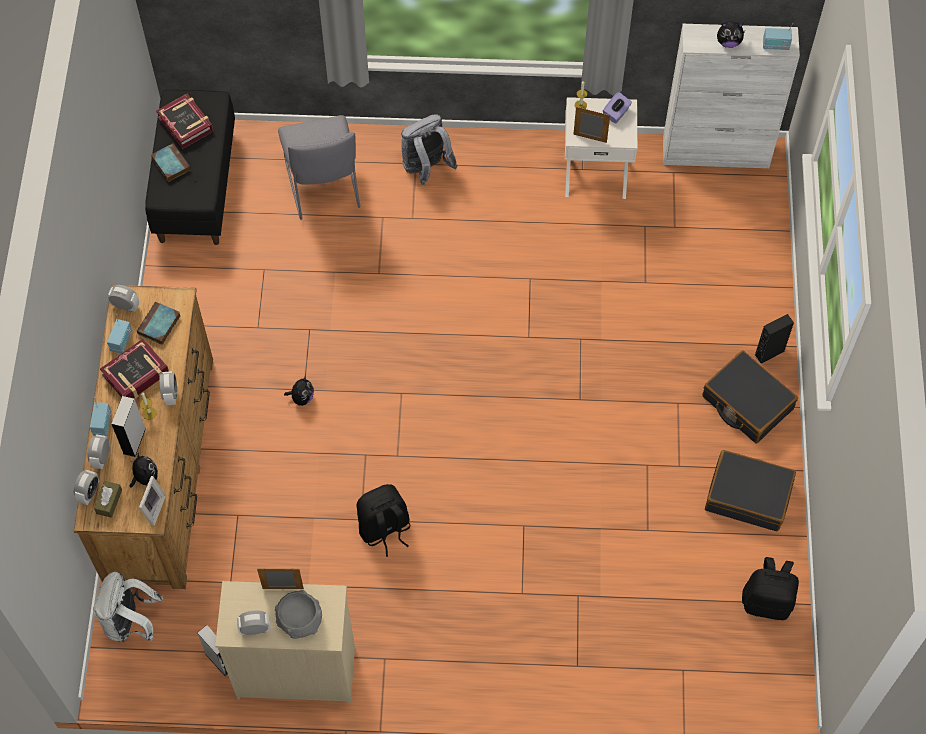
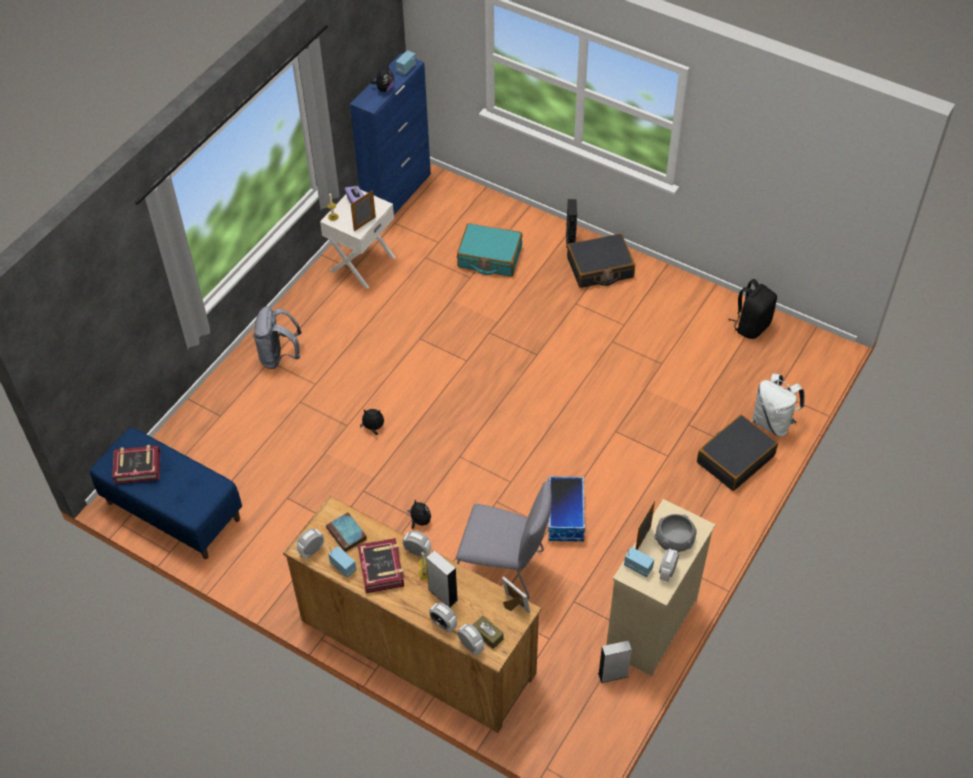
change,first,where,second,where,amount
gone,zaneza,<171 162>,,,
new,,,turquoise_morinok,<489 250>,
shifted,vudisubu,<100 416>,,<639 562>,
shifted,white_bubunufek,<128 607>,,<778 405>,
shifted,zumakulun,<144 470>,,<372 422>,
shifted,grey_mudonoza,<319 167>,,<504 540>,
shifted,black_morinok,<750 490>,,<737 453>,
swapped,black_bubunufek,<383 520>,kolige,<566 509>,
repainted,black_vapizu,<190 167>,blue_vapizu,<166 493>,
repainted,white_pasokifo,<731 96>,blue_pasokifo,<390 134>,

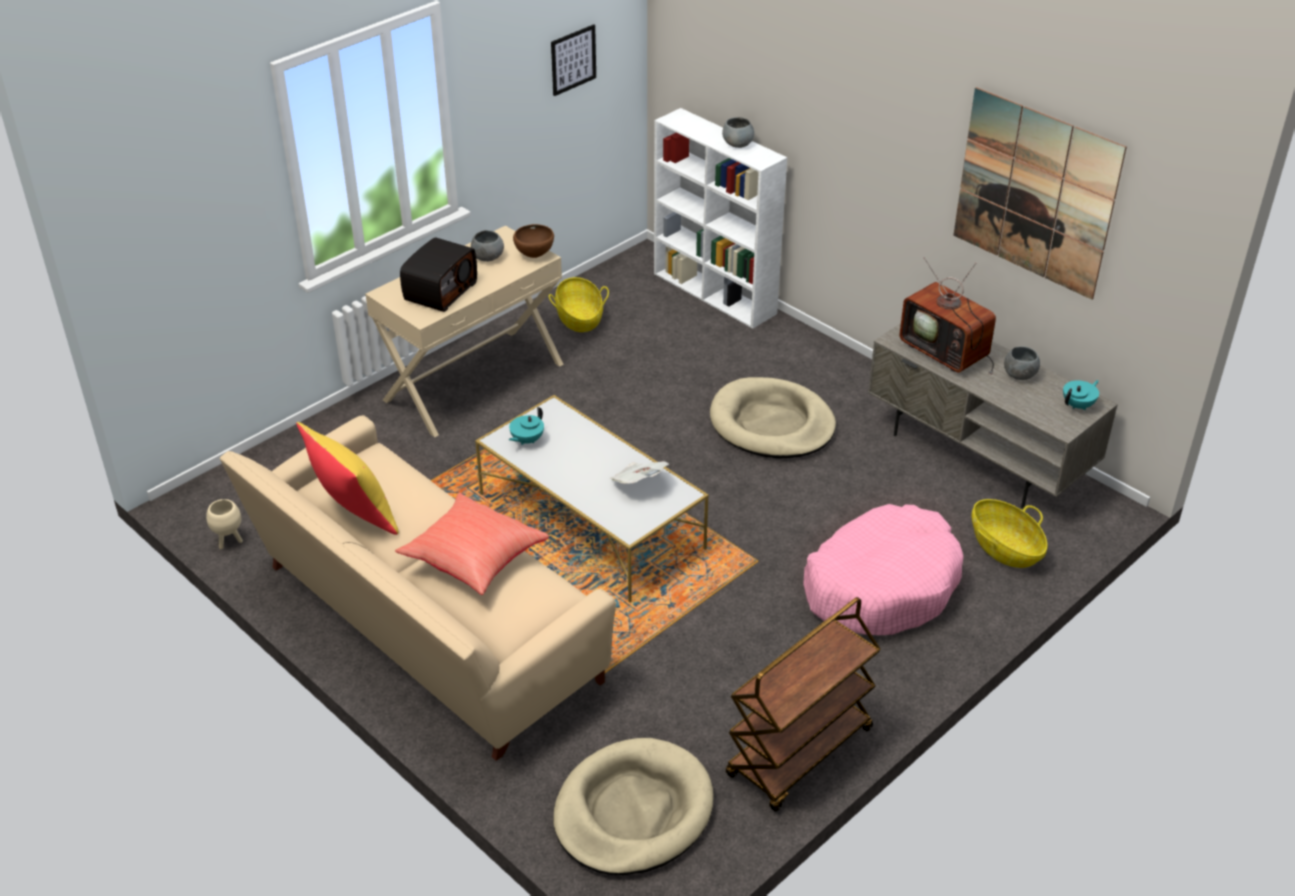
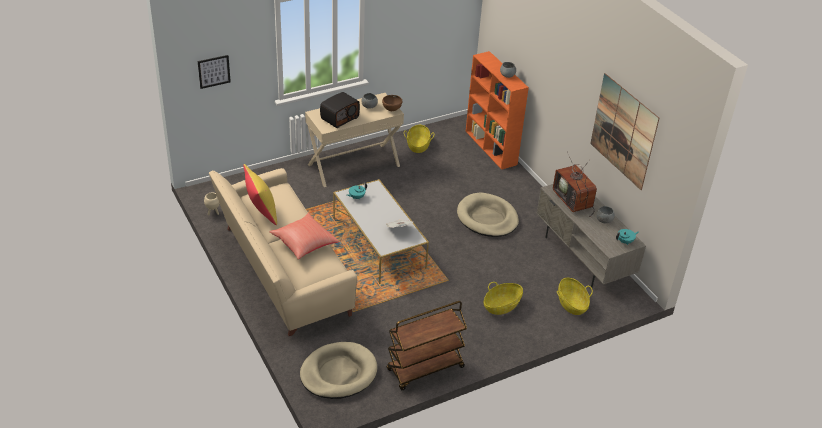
change,first,where,second,where,amount
shifted,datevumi,<573 60>,,<214 72>,
swapped,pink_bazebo,<883 569>,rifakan,<503 298>,
repainted,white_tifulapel,<720 218>,orange_tifulapel,<497 110>,

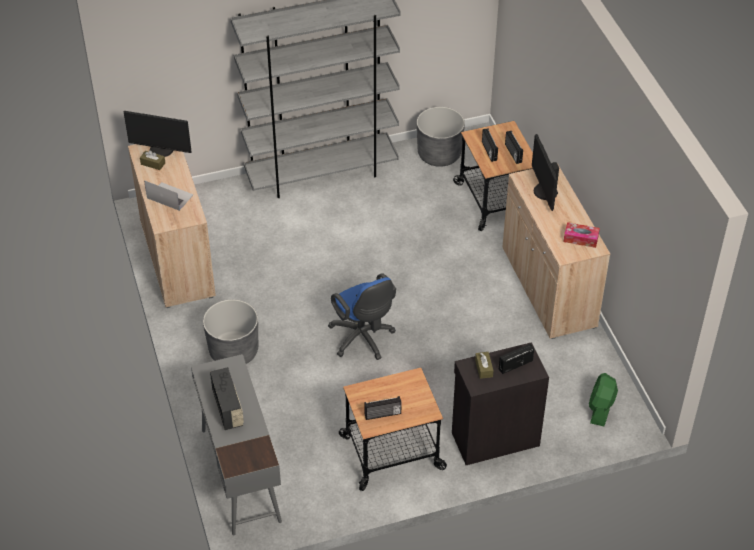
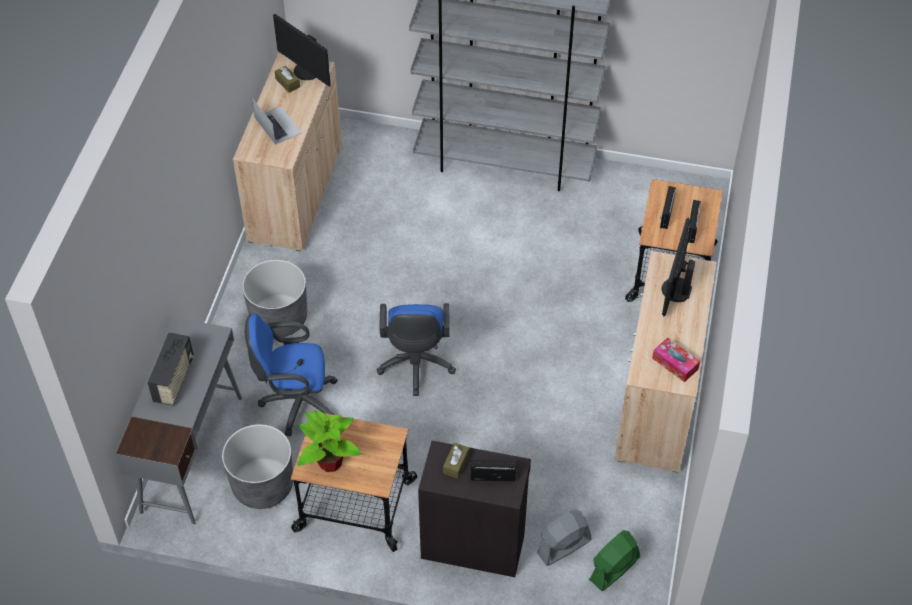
change,first,where,second,where,amount
new,,,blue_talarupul,<290 374>,
new,,,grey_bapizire,<564 537>,
shifted,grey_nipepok,<441 137>,,<257 466>,
swapped,vudisubu,<383 408>,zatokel,<329 441>,

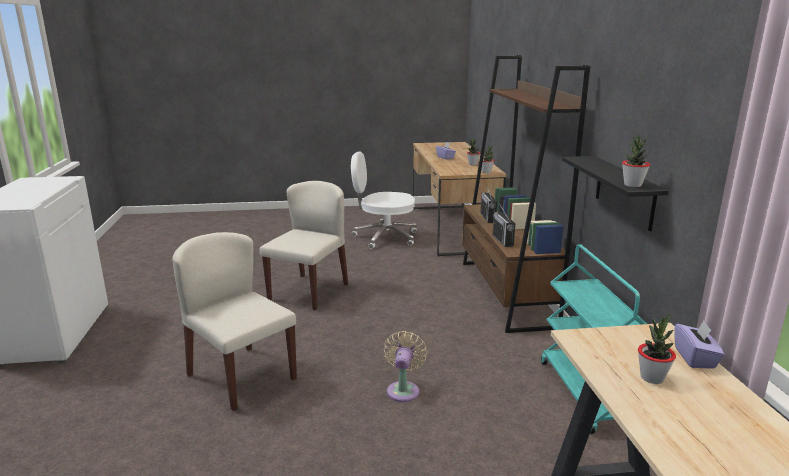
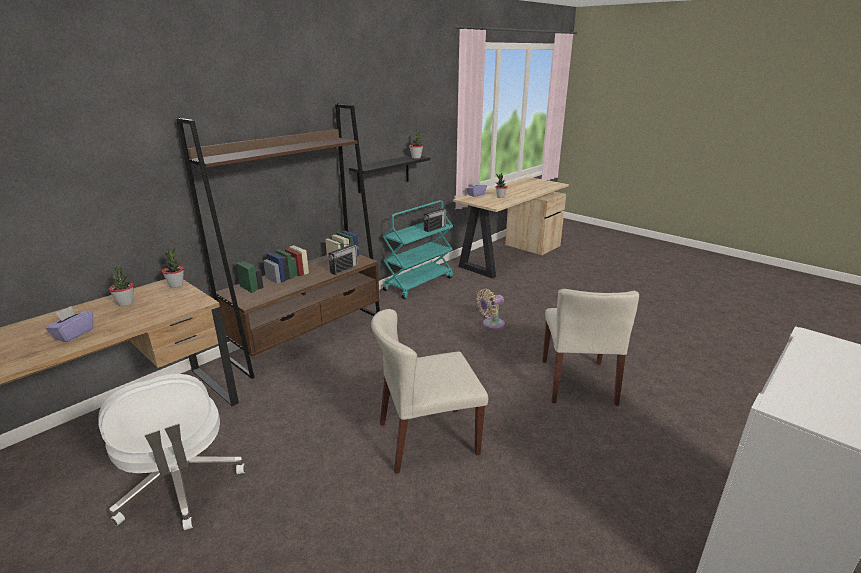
change,first,where,second,where,amount
shifted,vudisubu,<488 204>,,<435 219>,

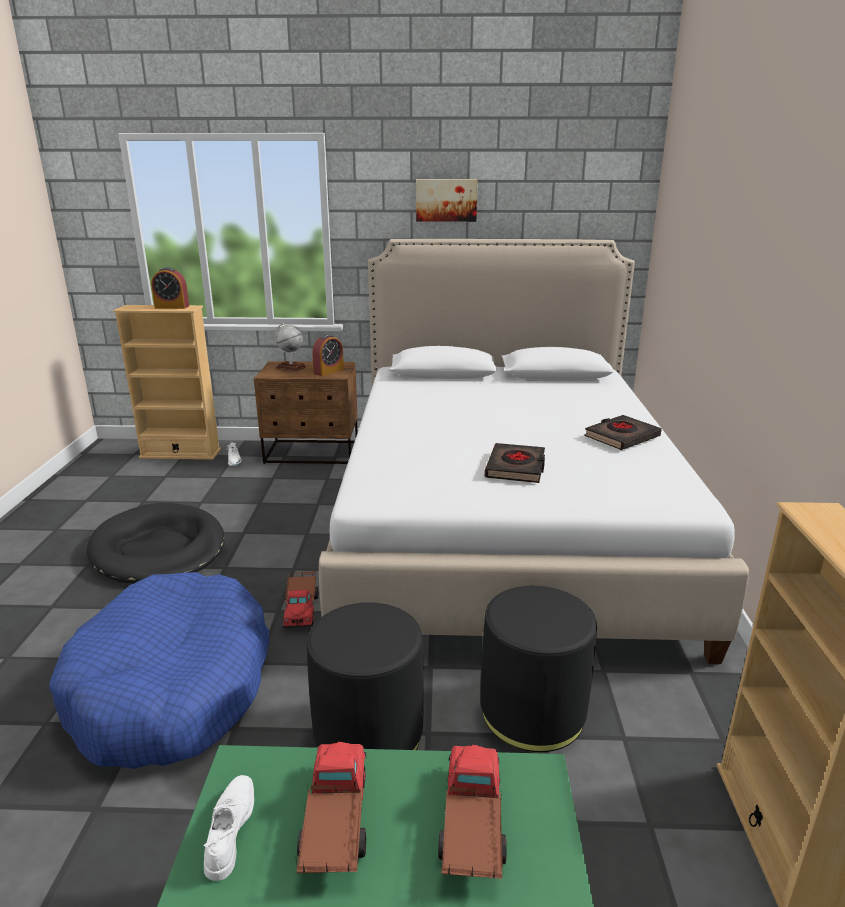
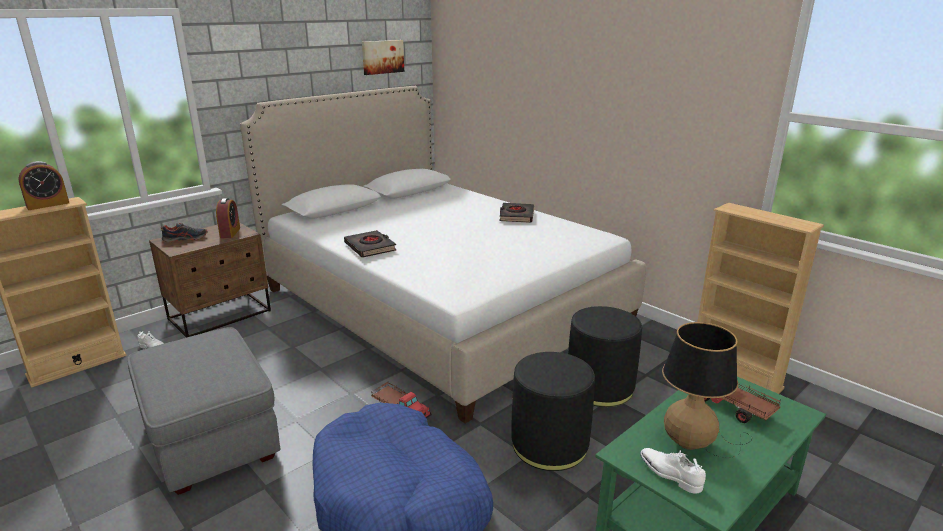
change,first,where,second,where,amount
shifted,datevumi,<447 200>,,<383 57>,
shifted,black_zaneza,<515 463>,,<370 244>,
swapped,black_bazebo,<155 543>,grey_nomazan,<203 411>,
swapped,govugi,<290 347>,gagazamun,<184 232>,
swapped,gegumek,<331 807>,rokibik,<707 390>,

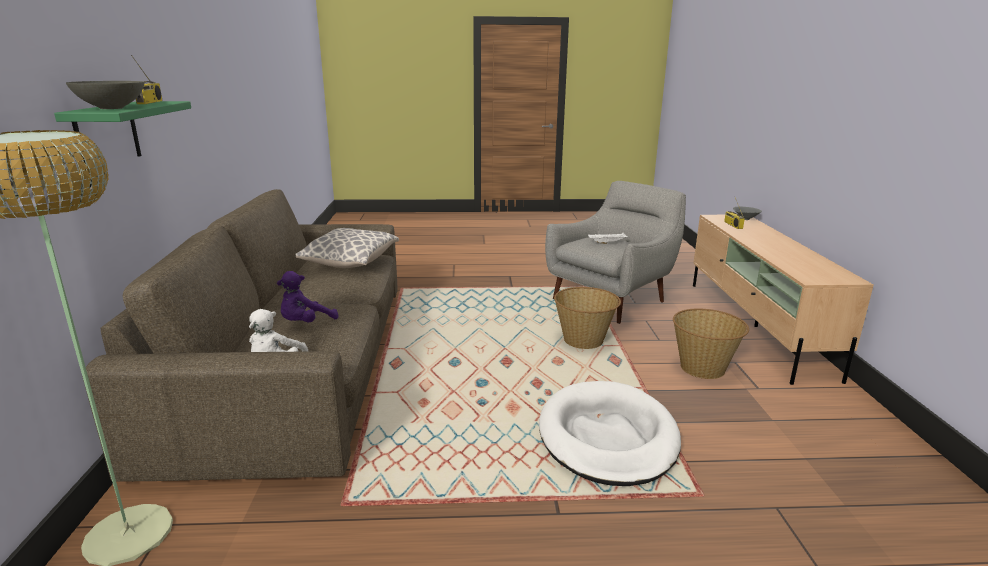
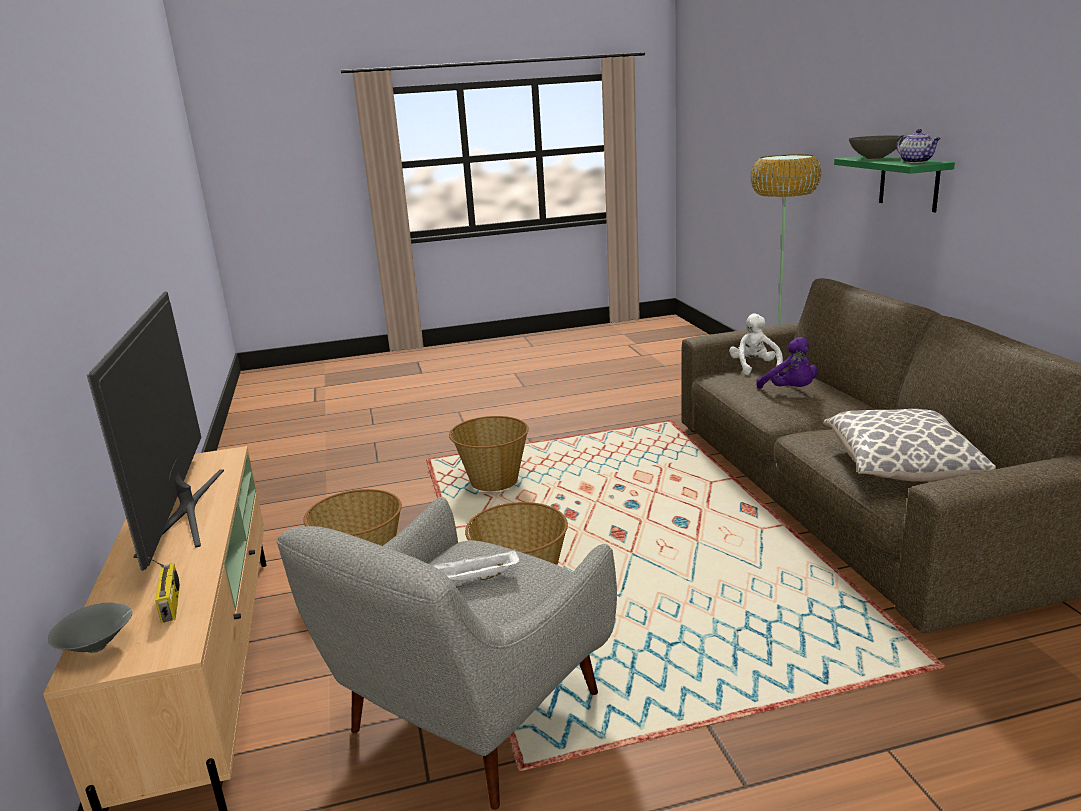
change,first,where,second,where,amount
new,,,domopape,<155 431>,
swapped,vudisubu,<147 79>,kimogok,<918 146>,
swapped,white_bazebo,<610 433>,rifakan,<489 453>,
rotated,purple_zumakulun,<307 297>,,<787 363>,120 degrees clockwise

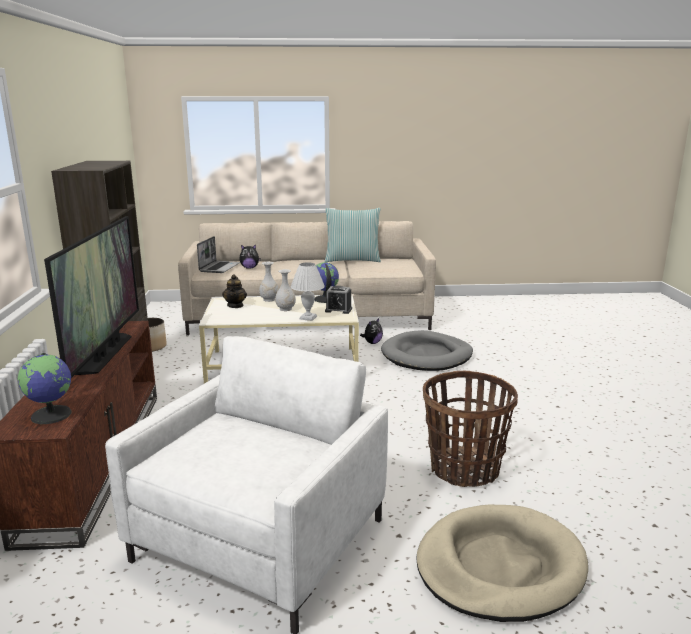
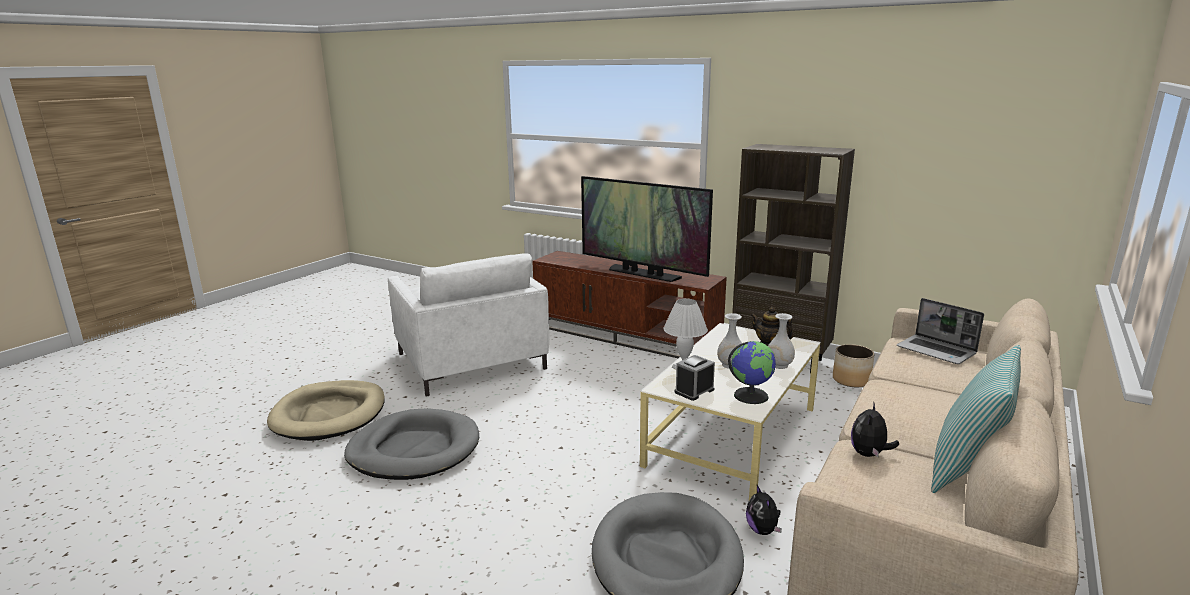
change,first,where,second,where,amount
gone,govugi,<45 388>,,,
shifted,zumakulun,<250 257>,,<875 429>,
swapped,rifakan,<470 429>,grey_bazebo,<411 444>,

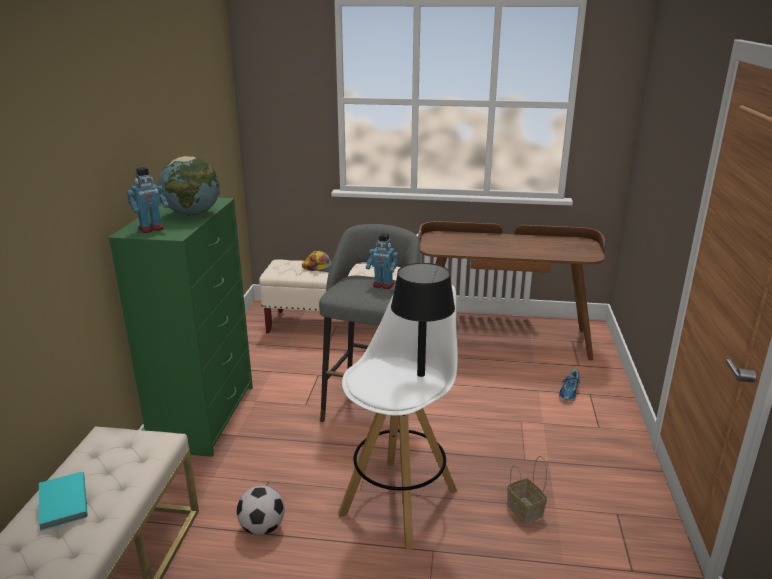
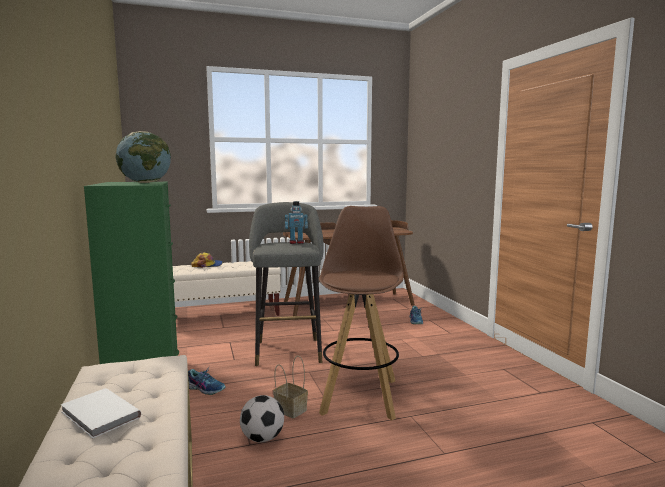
change,first,where,second,where,amount
gone,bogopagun,<148 200>,,,
gone,black_rokibik,<423 320>,,,
new,,,gagazamun,<207 381>,
shifted,rifakan,<527 490>,,<290 386>,
repainted,turquoise_zaneza,<63 501>,white_zaneza,<101 413>,
repainted,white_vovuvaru,<398 417>,brown_vovuvaru,<361 313>,

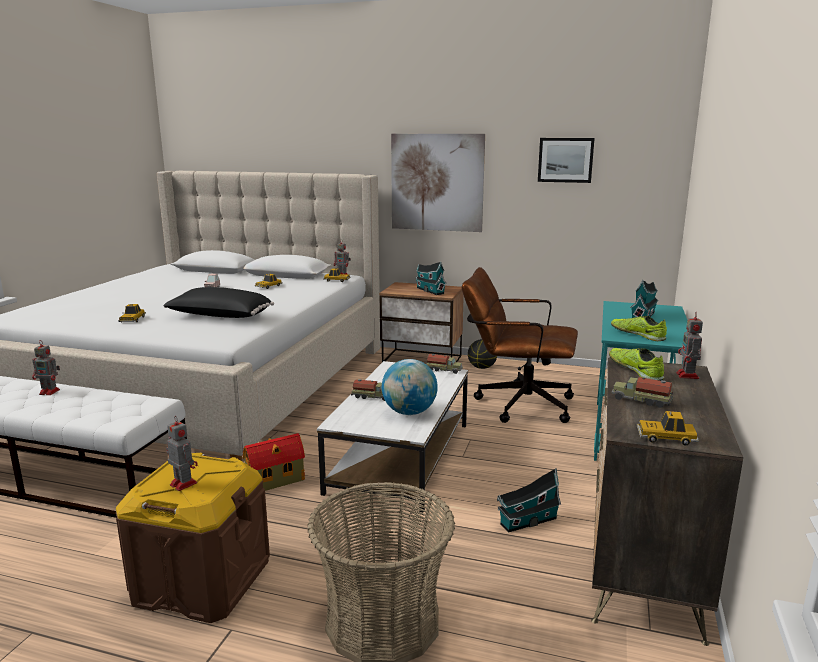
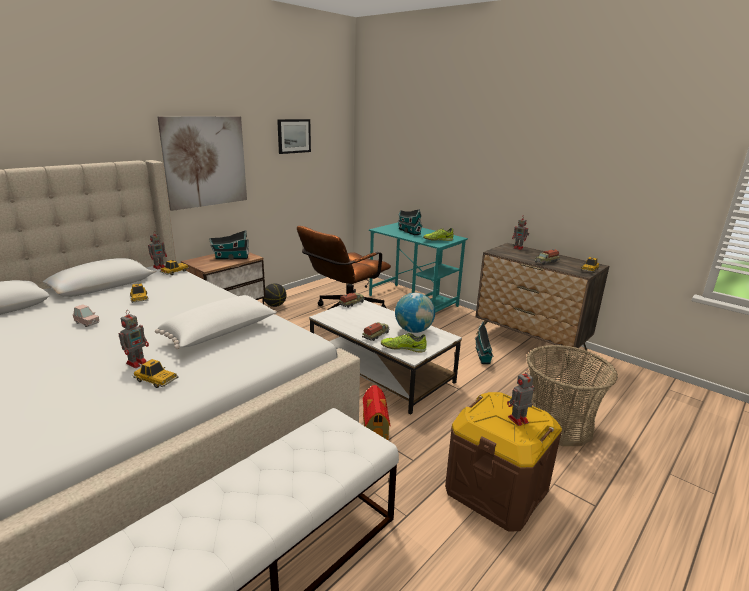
change,first,where,second,where,amount
shifted,bogopagun,<46 368>,,<134 339>,
shifted,gagazamun,<636 364>,,<404 343>,
repainted,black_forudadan,<218 302>,white_forudadan,<216 322>,

